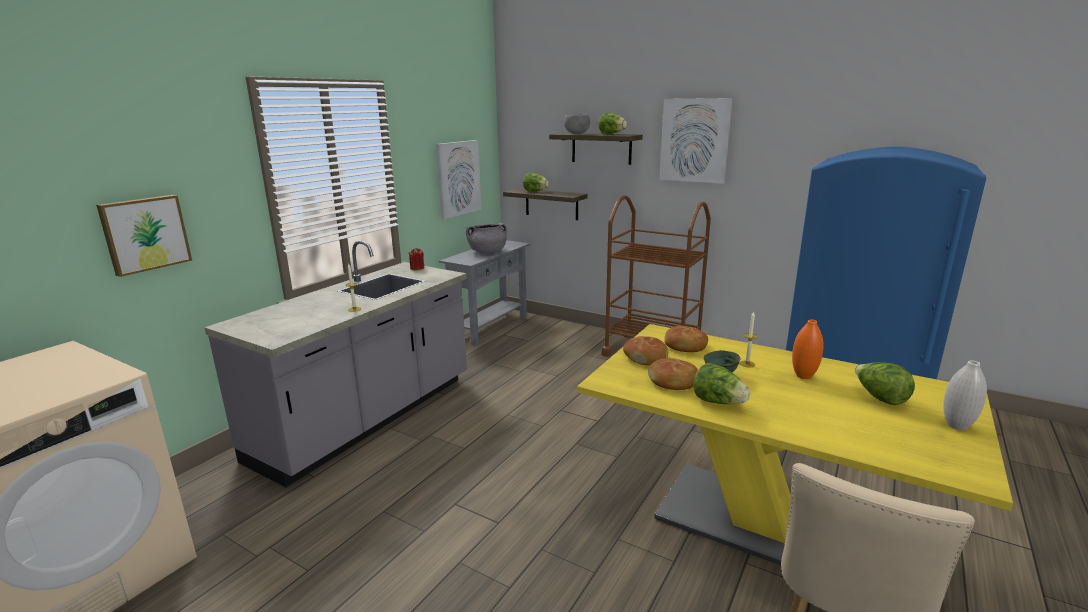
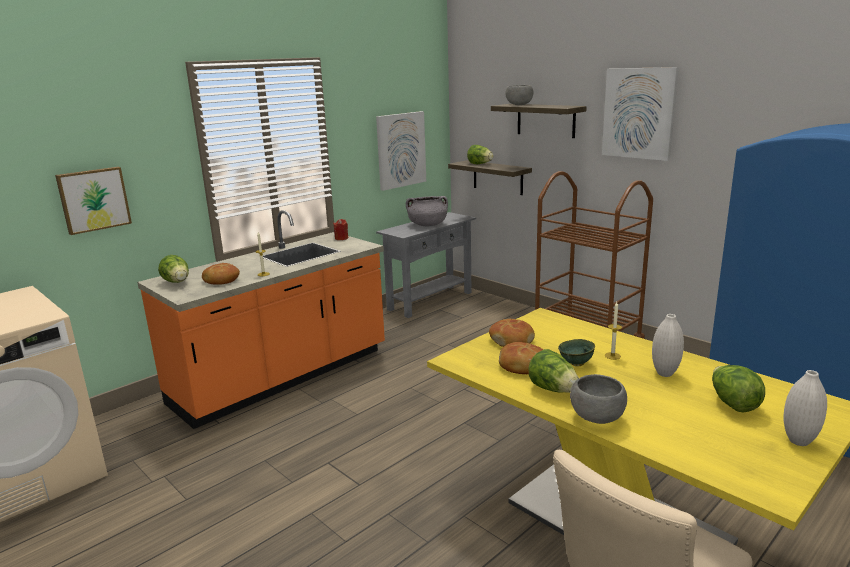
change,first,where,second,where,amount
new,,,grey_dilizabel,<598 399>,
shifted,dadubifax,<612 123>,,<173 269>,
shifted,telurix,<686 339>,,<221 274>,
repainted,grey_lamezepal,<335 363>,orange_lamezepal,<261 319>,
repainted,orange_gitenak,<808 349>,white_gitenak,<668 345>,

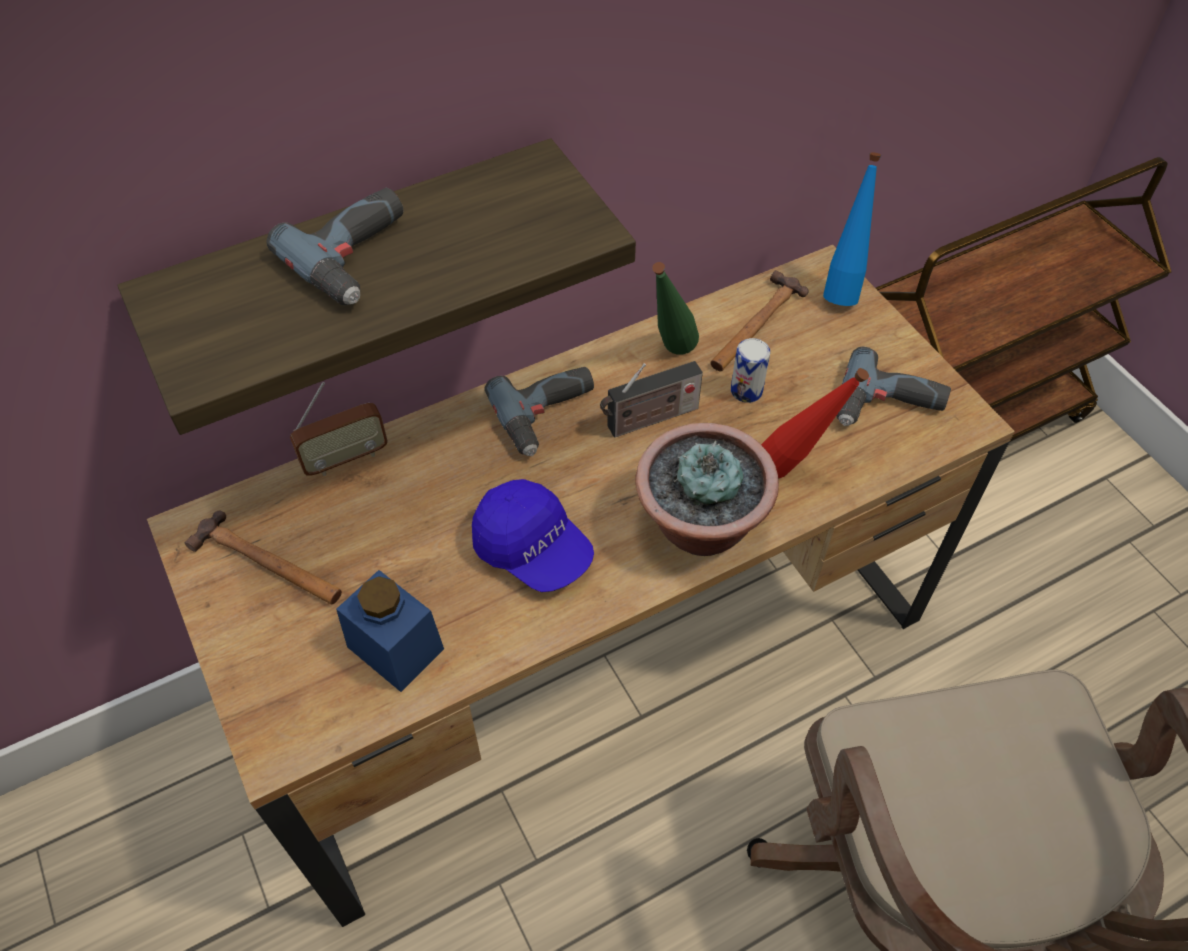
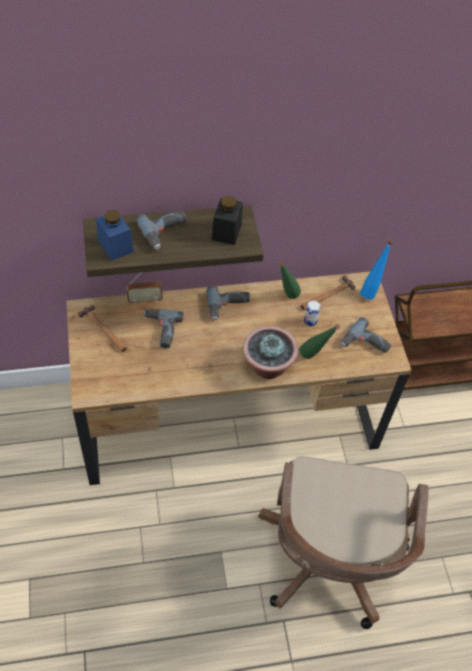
change,first,where,second,where,amount
gone,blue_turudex,<533 535>,,,
gone,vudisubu,<651 399>,,,
new,,,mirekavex,<163 329>,
new,,,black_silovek,<227 220>,
shifted,blue_silovek,<390 631>,,<115 235>,
repainted,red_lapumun,<815 423>,green_lapumun,<319 341>,

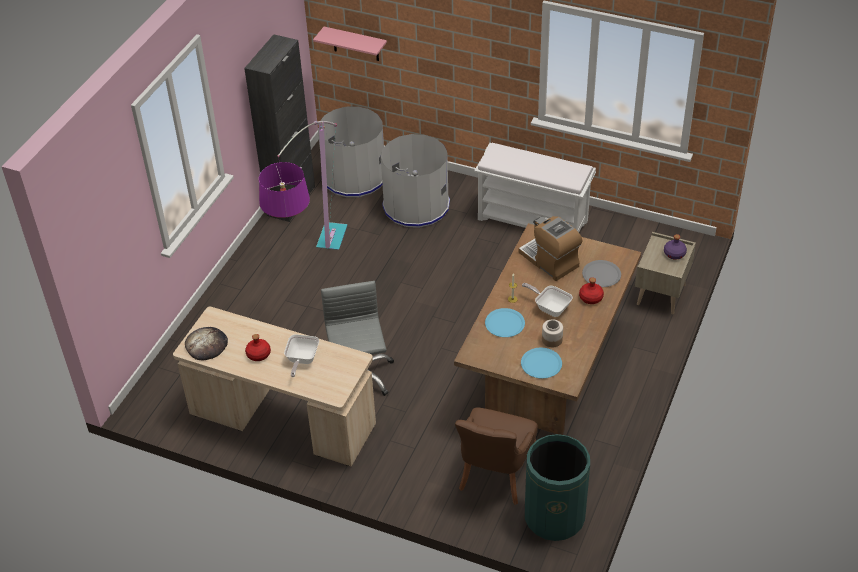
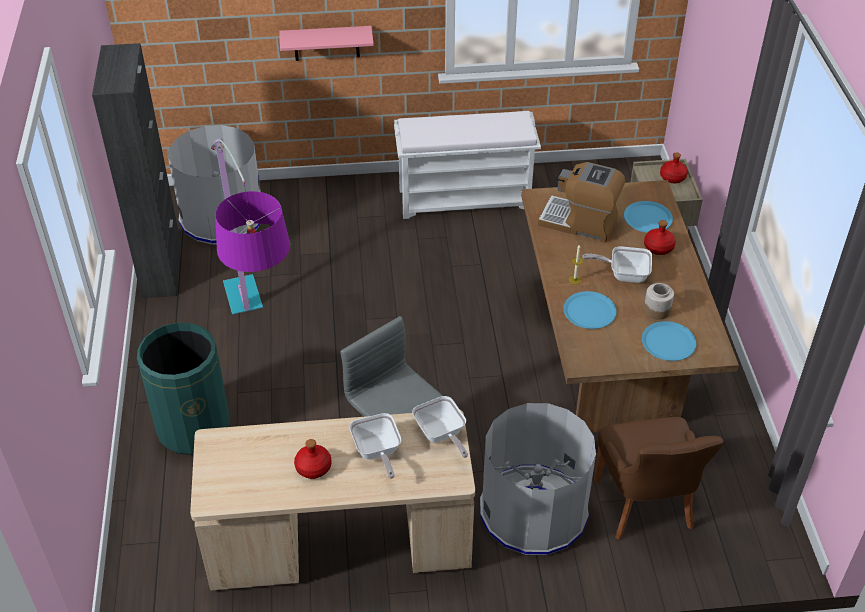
change,first,where,second,where,amount
gone,telurix,<206 343>,,,
new,,,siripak,<440 427>,
shifted,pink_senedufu,<350 44>,,<326 43>,
shifted,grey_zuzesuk,<415 181>,,<538 479>,
shifted,green_zuzesuk,<557 487>,,<183 389>,
repainted,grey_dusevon,<601 273>,blue_dusevon,<648 217>,
repainted,purple_lapumun,<675 247>,red_lapumun,<674 167>,

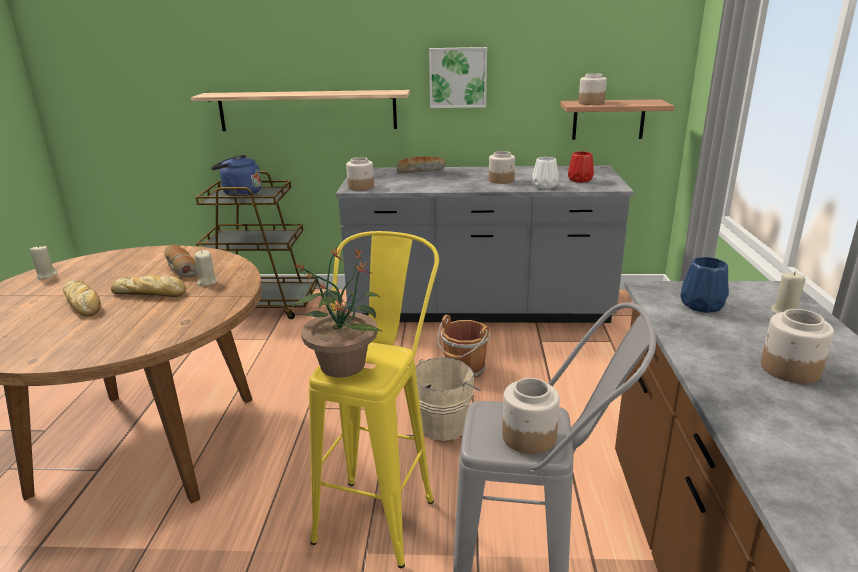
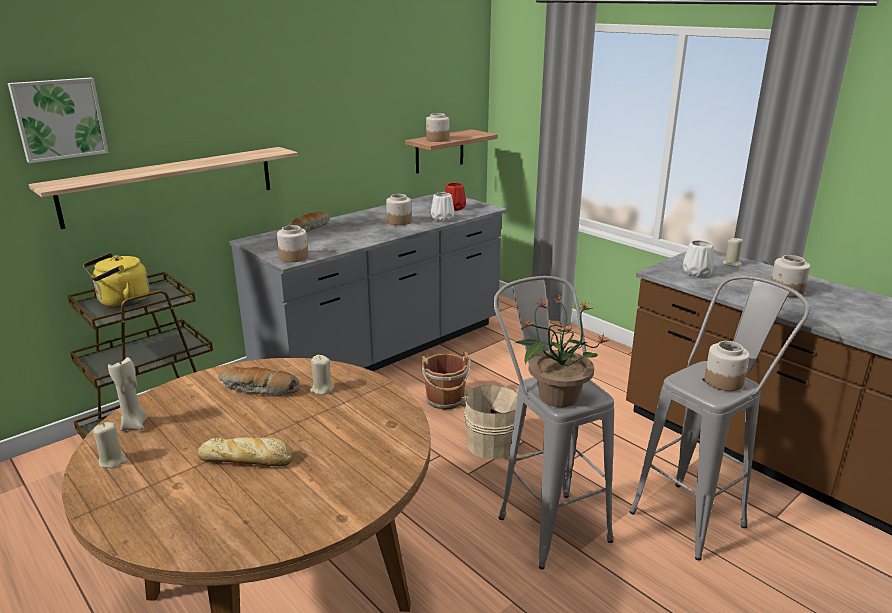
change,first,where,second,where,amount
gone,telurix,<148 286>,,,
new,,,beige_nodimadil,<127 394>,
shifted,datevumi,<458 77>,,<58 120>,
repainted,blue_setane,<236 175>,yellow_setane,<116 280>,
repainted,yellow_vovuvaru,<374 399>,grey_vovuvaru,<553 423>,
repainted,blue_gitenak,<704 285>,white_gitenak,<698 258>,

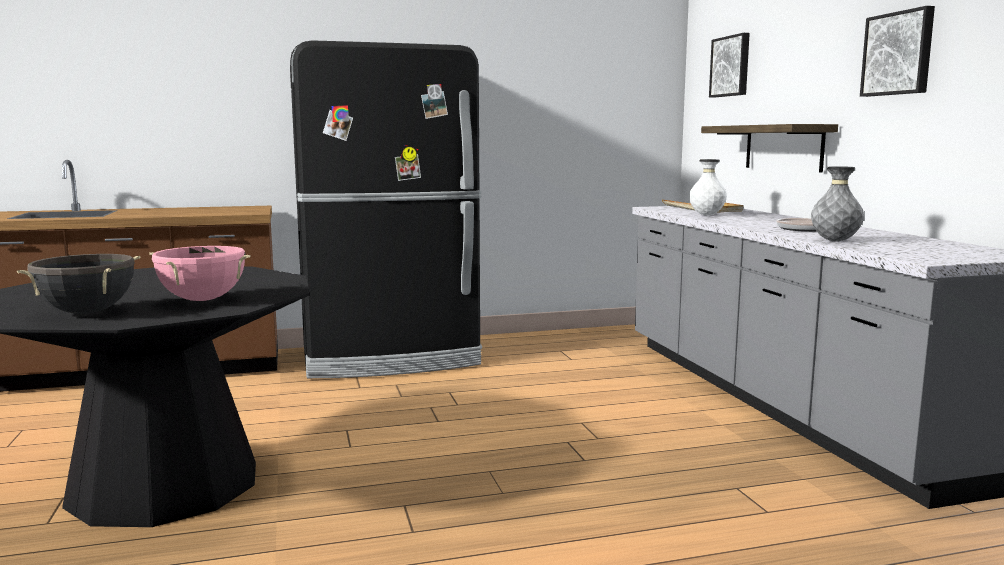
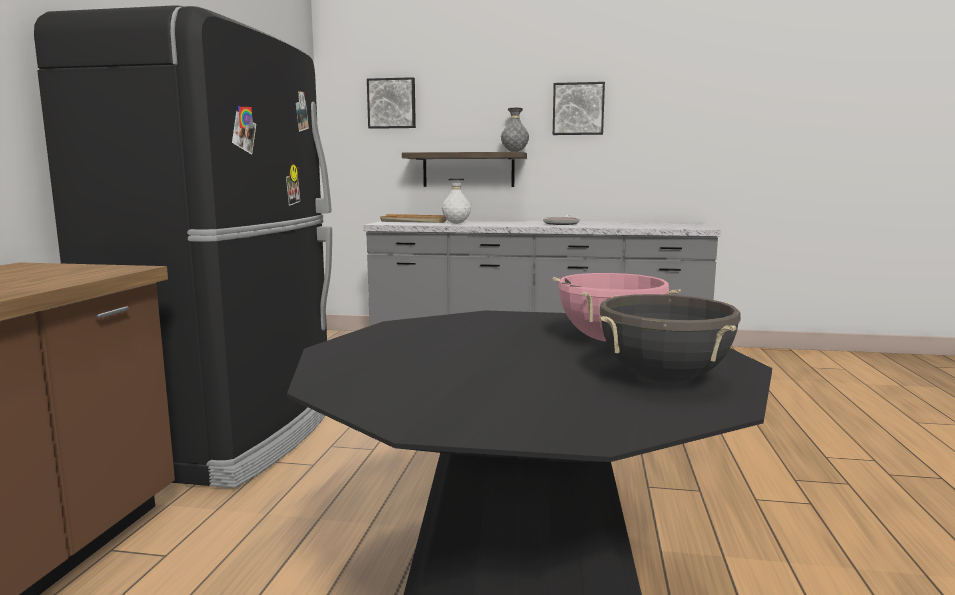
change,first,where,second,where,amount
shifted,grey_gitenak,<837 203>,,<515 130>,

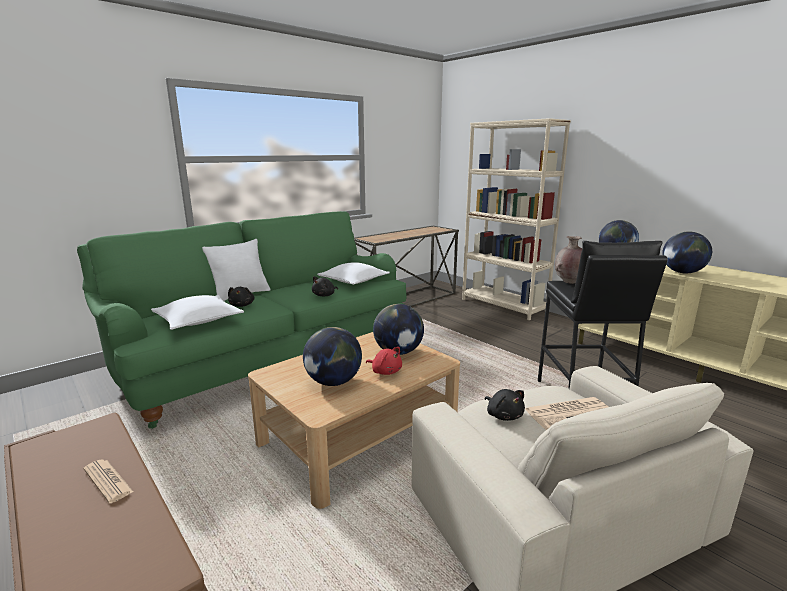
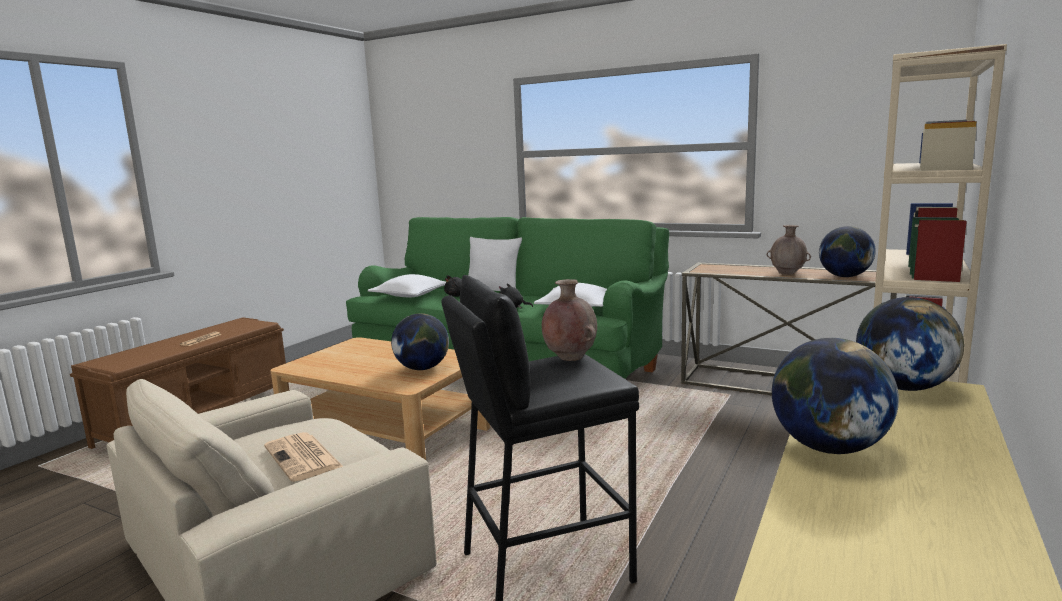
change,first,where,second,where,amount
gone,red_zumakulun,<384 361>,,,
gone,black_zumakulun,<505 405>,,,
new,,,brown_gitenak,<789 250>,
shifted,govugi,<332 356>,,<847 251>,

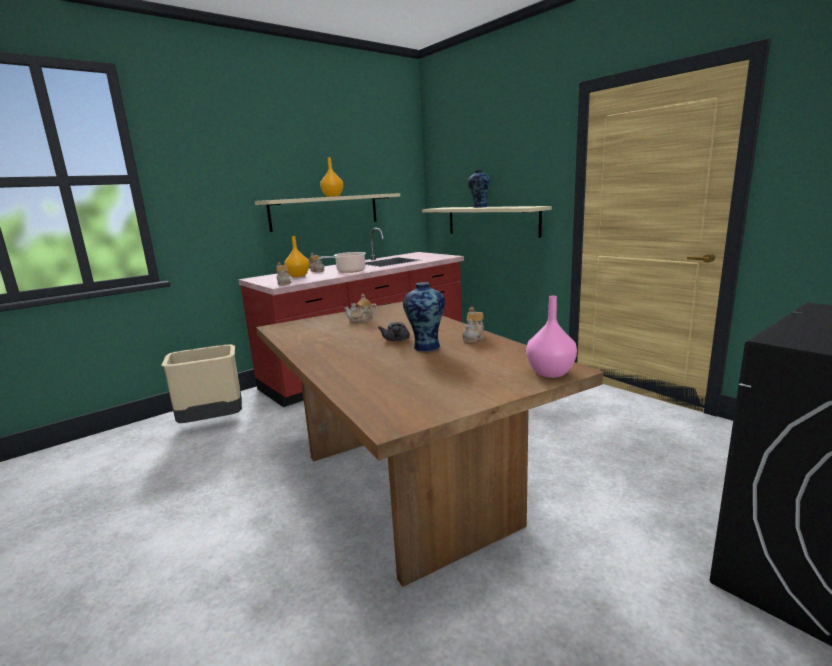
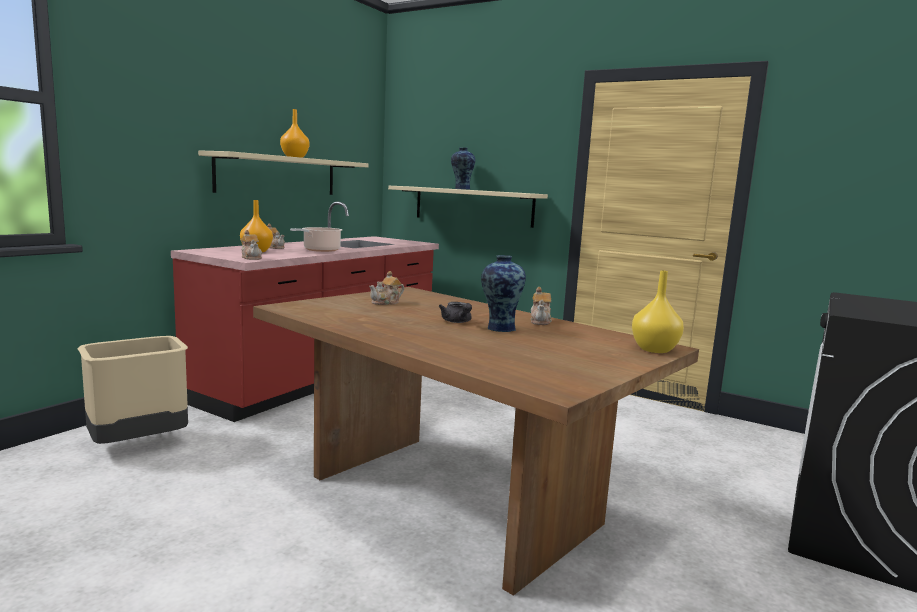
change,first,where,second,where,amount
repainted,pink_gitenak,<551 337>,yellow_gitenak,<658 311>,

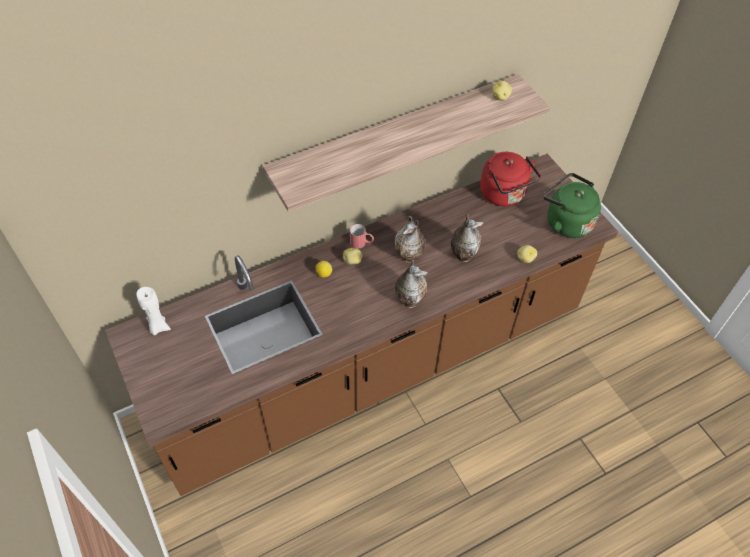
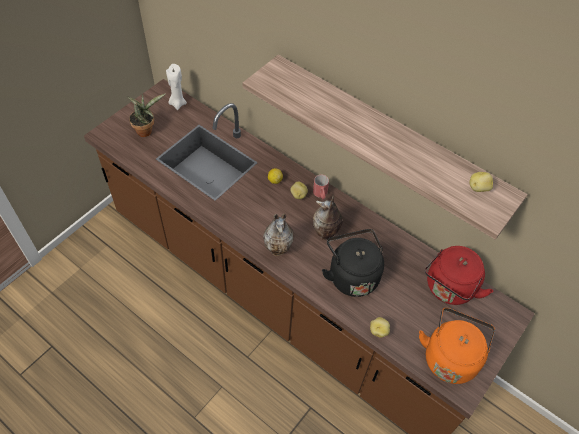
change,first,where,second,where,amount
new,,,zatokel,<146 115>,
swapped,gitenak,<467 237>,black_setane,<353 263>,
repainted,green_setane,<572 205>,orange_setane,<457 346>,

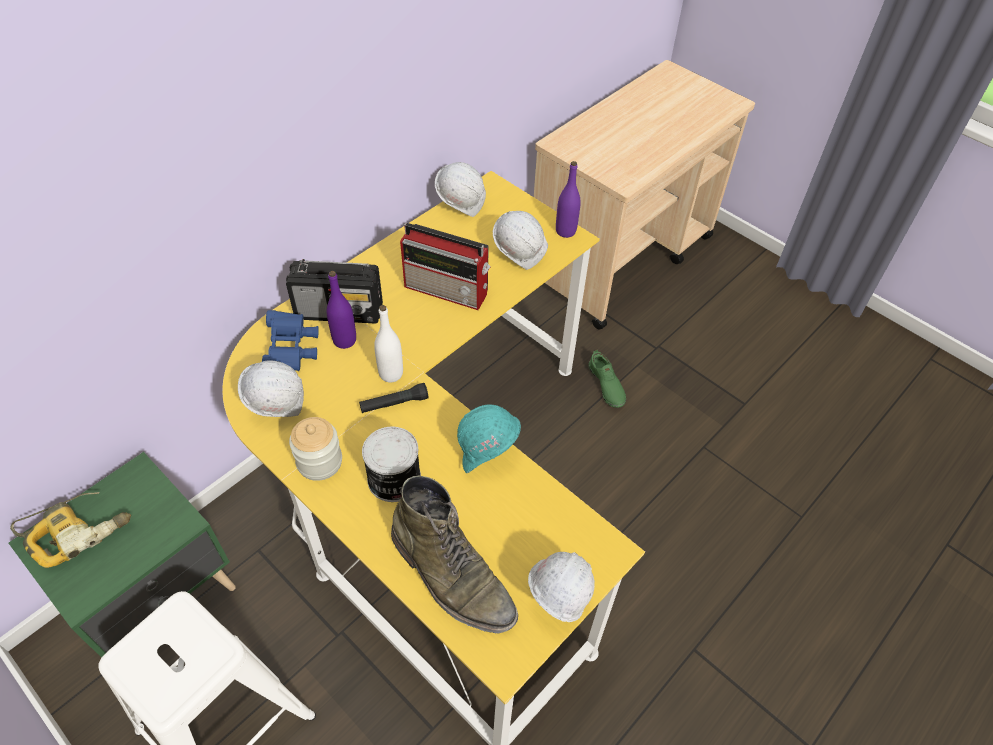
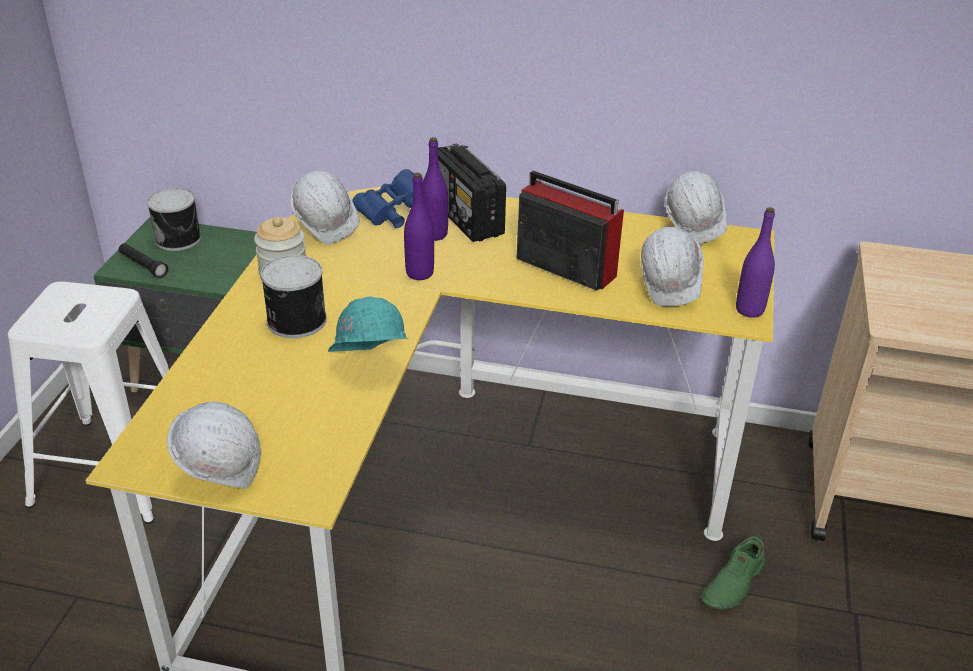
change,first,where,second,where,amount
gone,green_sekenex,<454 554>,,,
shifted,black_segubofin,<394 398>,,<143 260>,
swapped,mirekavex,<70 530>,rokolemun,<174 219>,
repainted,white_lapumun,<388 343>,purple_lapumun,<419 226>,
rotated,vudisubu,<445 266>,,<570 231>,135 degrees clockwise

